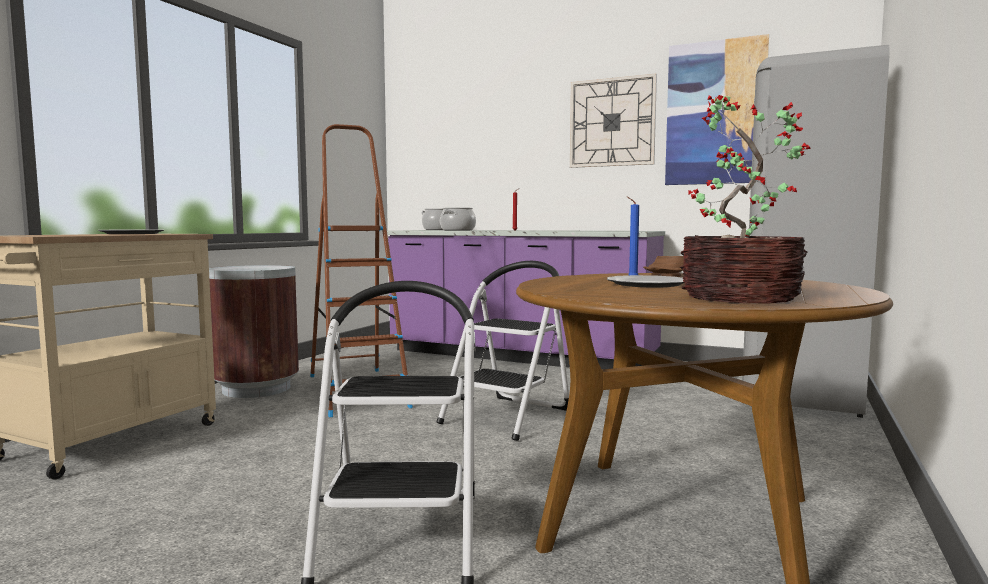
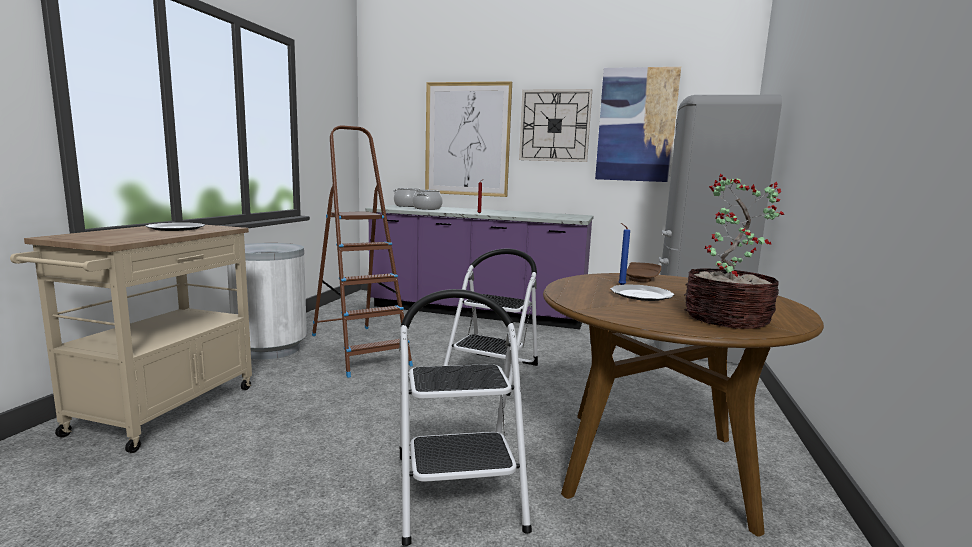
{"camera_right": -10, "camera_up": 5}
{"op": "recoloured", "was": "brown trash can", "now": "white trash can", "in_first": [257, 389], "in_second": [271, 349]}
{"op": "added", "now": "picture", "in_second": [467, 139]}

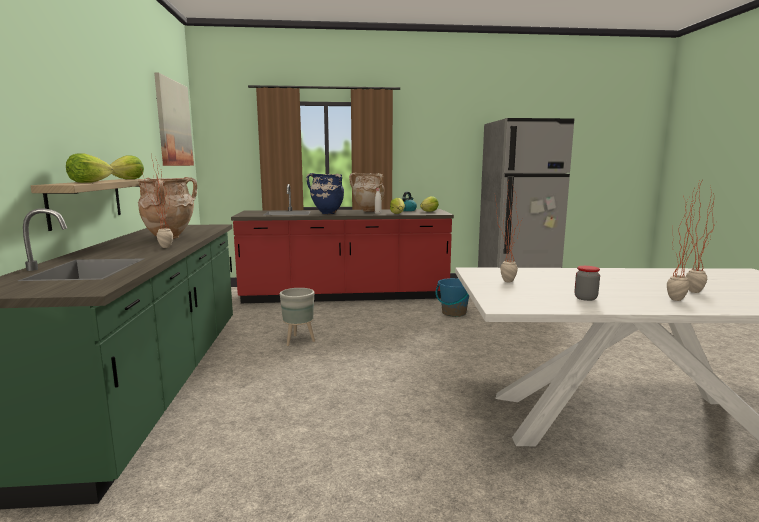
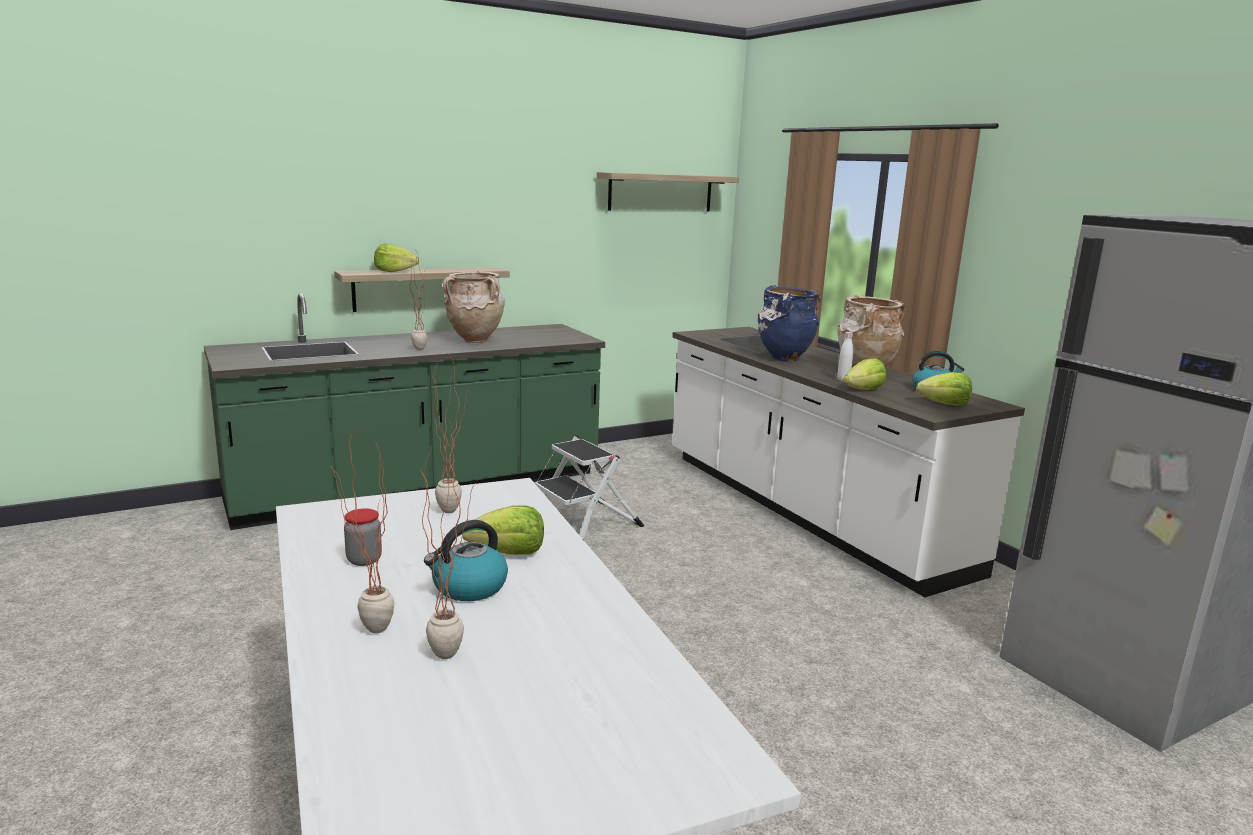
{"camera_right": 65, "camera_up": 5}
{"op": "added", "now": "kettle", "in_second": [468, 588]}
{"op": "moved", "was": "lettuce", "in_first": [128, 179], "in_second": [508, 553]}
{"op": "replaced", "was": "grey planter", "now": "step ladder", "in_first": [299, 341], "in_second": [586, 522]}
{"op": "replaced", "was": "picture", "now": "shelf", "in_first": [173, 123], "in_second": [660, 192]}
{"op": "recoloured", "was": "red counter", "now": "white counter", "in_first": [345, 296], "in_second": [805, 510]}
{"op": "removed", "was": "blue bucket", "in_first": [453, 313]}

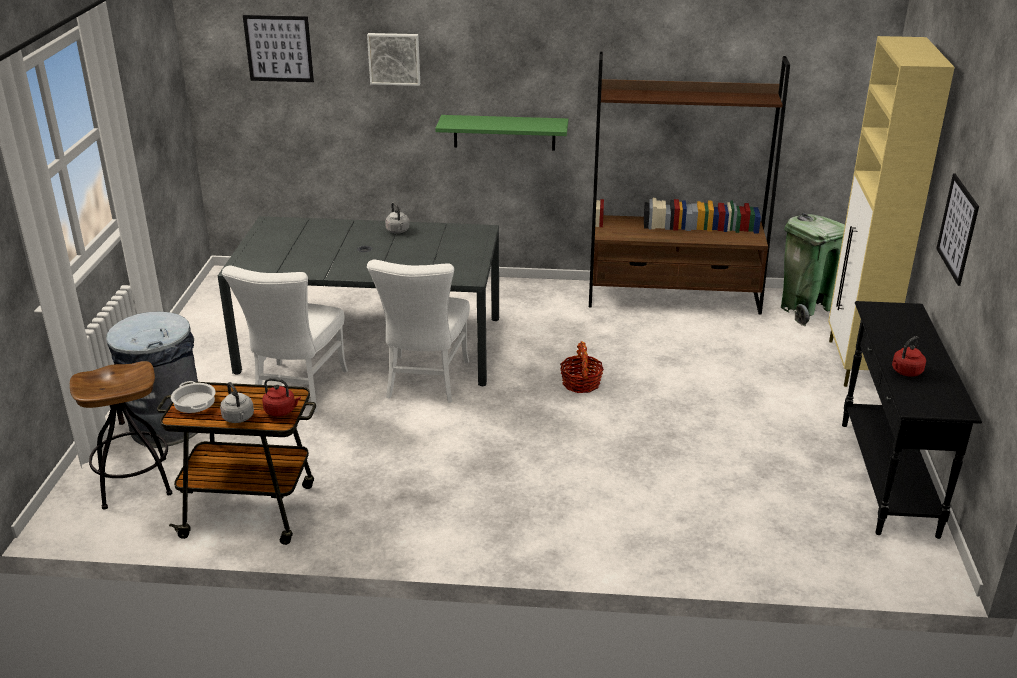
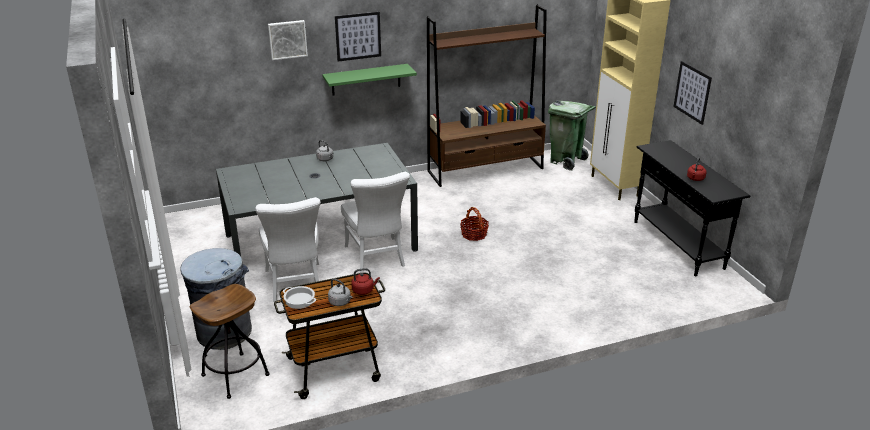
{"camera_right": -25, "camera_up": 0}
{"op": "moved", "was": "picture", "in_first": [278, 48], "in_second": [358, 36]}

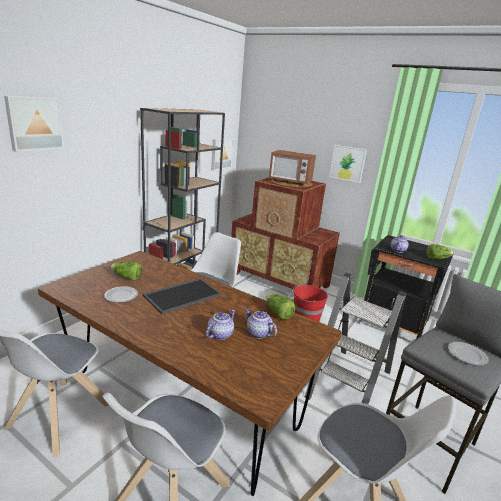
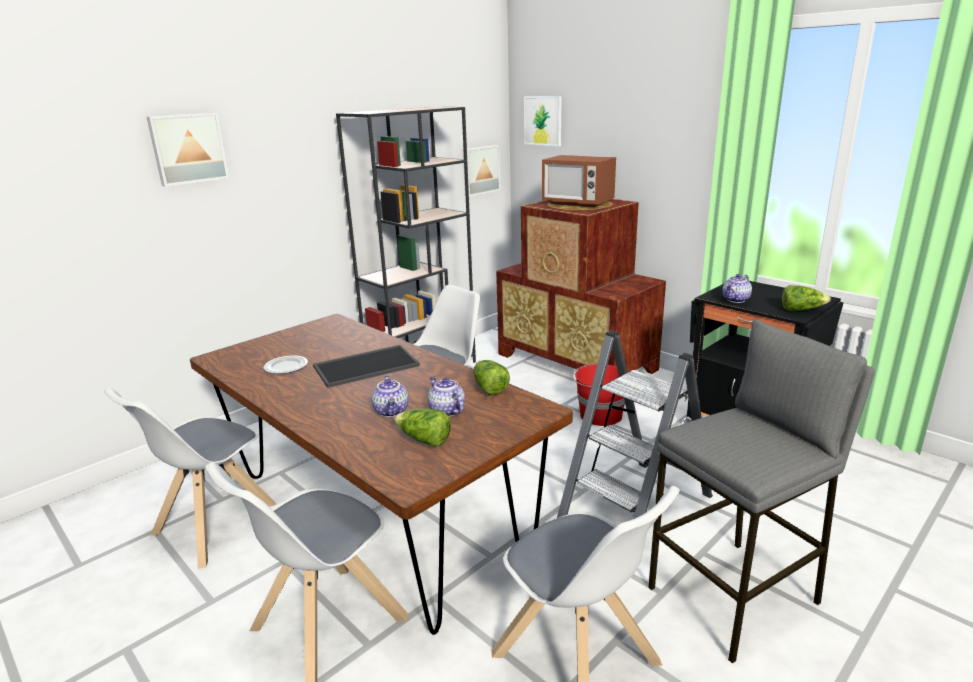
{"camera_right": 15, "camera_up": 0}
{"op": "turned", "was": "teapot", "in_first": [219, 334], "in_second": [392, 411], "clockwise": 120}
{"op": "moved", "was": "lettuce", "in_first": [126, 278], "in_second": [424, 440]}
{"op": "moved", "was": "picture", "in_first": [347, 163], "in_second": [543, 120]}
{"op": "removed", "was": "plate", "in_first": [466, 355]}

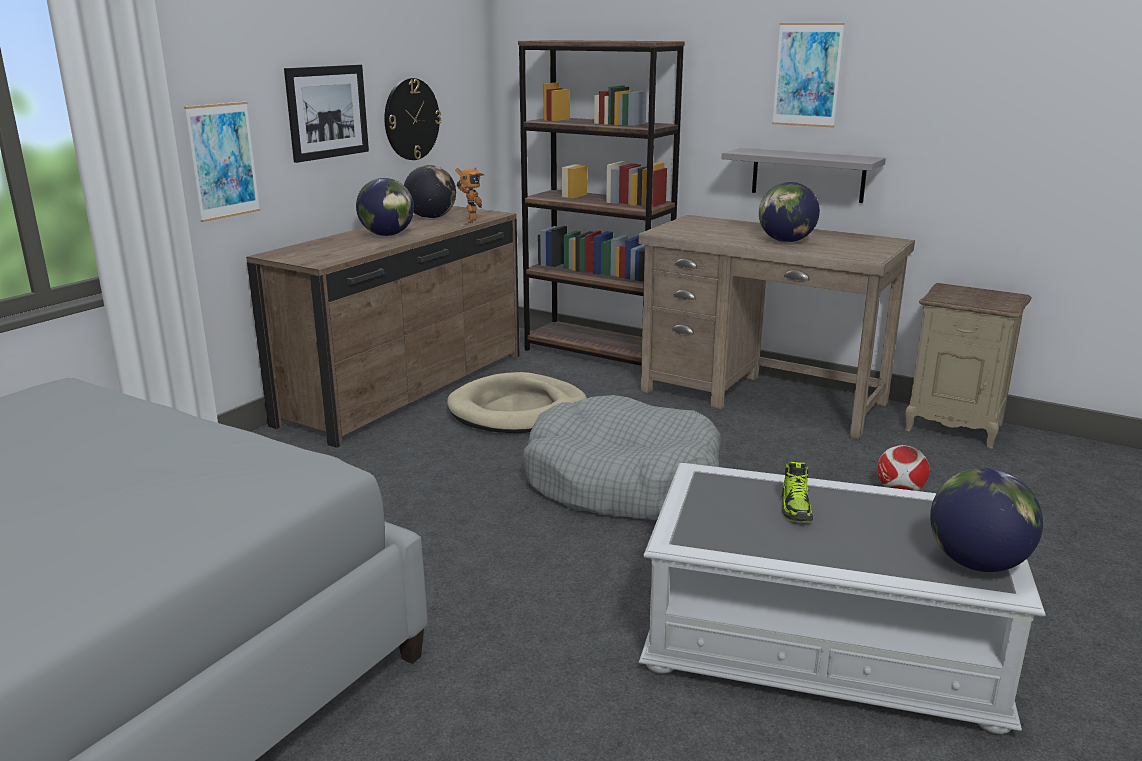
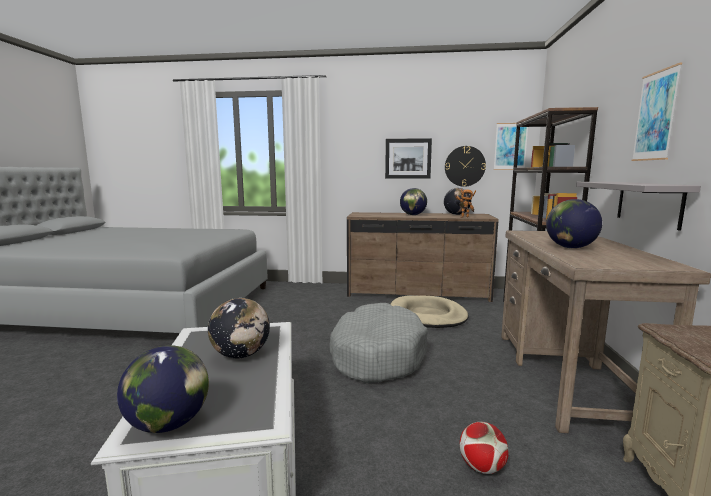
{"camera_right": 65, "camera_up": -10}
{"op": "replaced", "was": "shoe", "now": "globe", "in_first": [795, 509], "in_second": [241, 355]}
{"op": "moved", "was": "picture", "in_first": [223, 161], "in_second": [510, 146]}

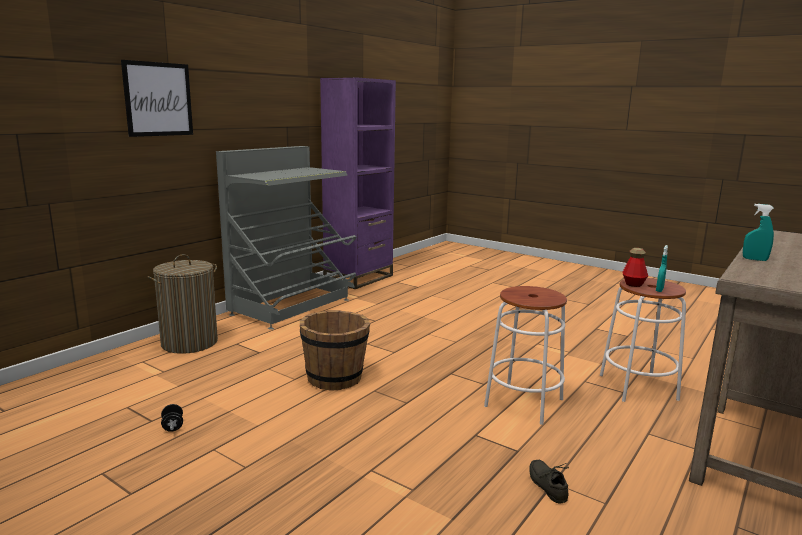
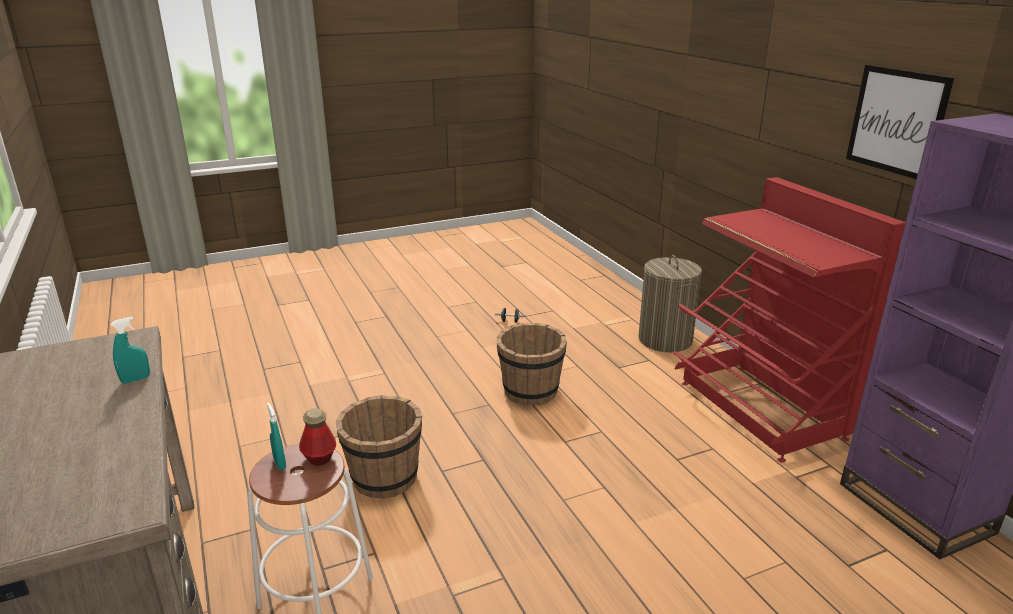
{"camera_right": 120, "camera_up": 10}
{"op": "replaced", "was": "white stool", "now": "brown bucket", "in_first": [524, 402], "in_second": [384, 478]}
{"op": "recoloured", "was": "grey shoe rack", "now": "red shoe rack", "in_first": [294, 308], "in_second": [755, 411]}
{"op": "moved", "was": "picture", "in_first": [158, 99], "in_second": [896, 121]}
{"op": "removed", "was": "grey shoe", "in_first": [549, 485]}

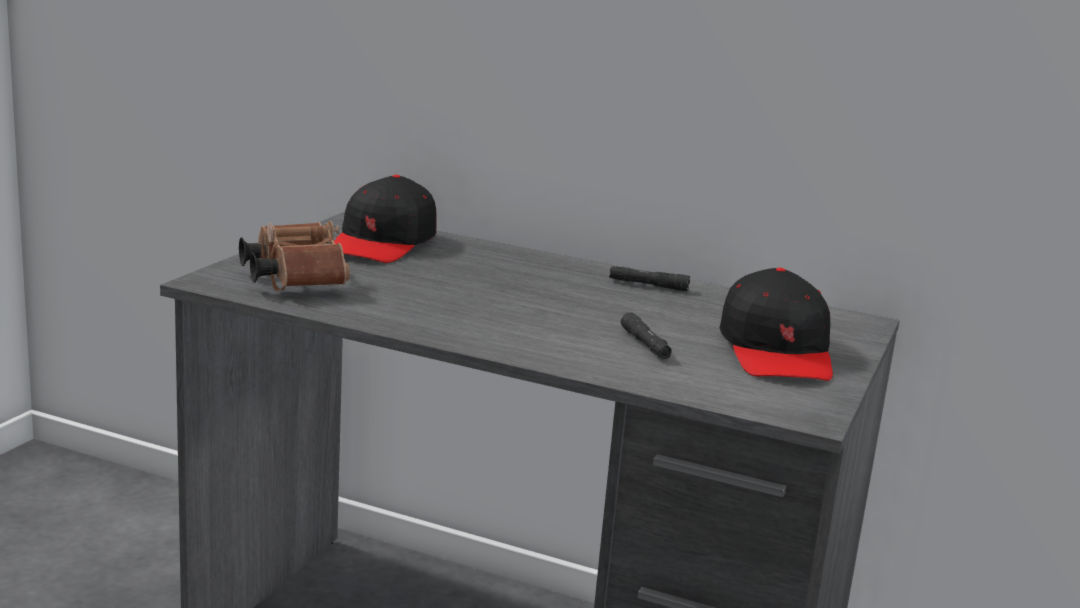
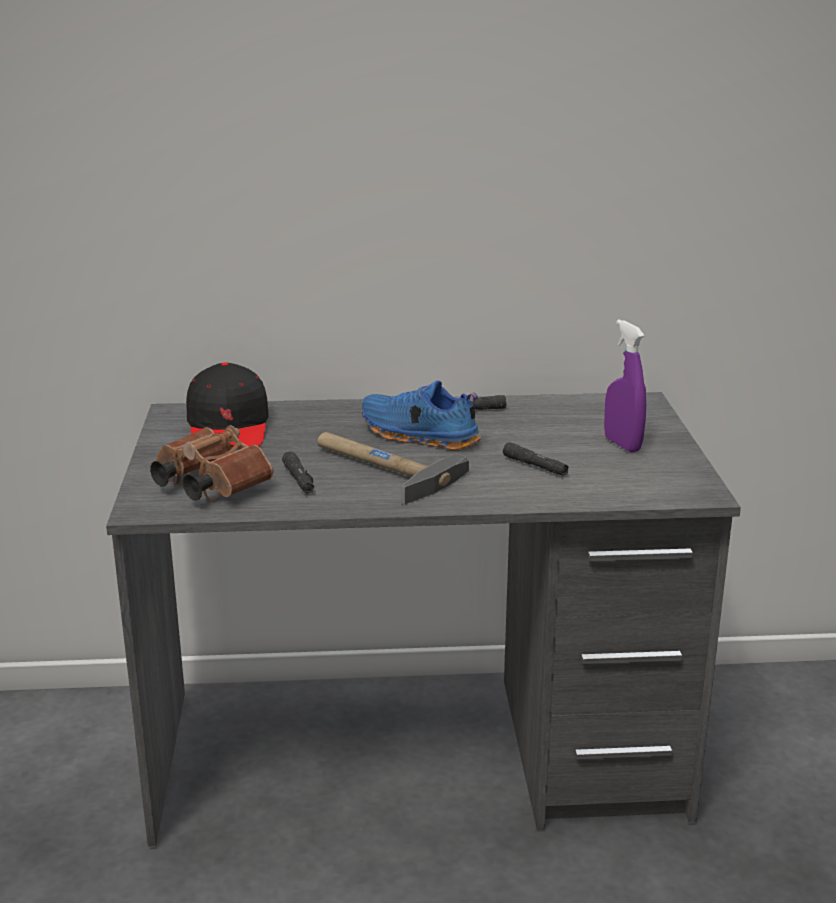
{"camera_right": -25, "camera_up": 5}
{"op": "added", "now": "black flashlight", "in_second": [299, 480]}
{"op": "added", "now": "hammer", "in_second": [378, 468]}
{"op": "added", "now": "blue shoe", "in_second": [418, 436]}
{"op": "replaced", "was": "black cap", "now": "purple spray bottle", "in_first": [777, 351], "in_second": [622, 444]}

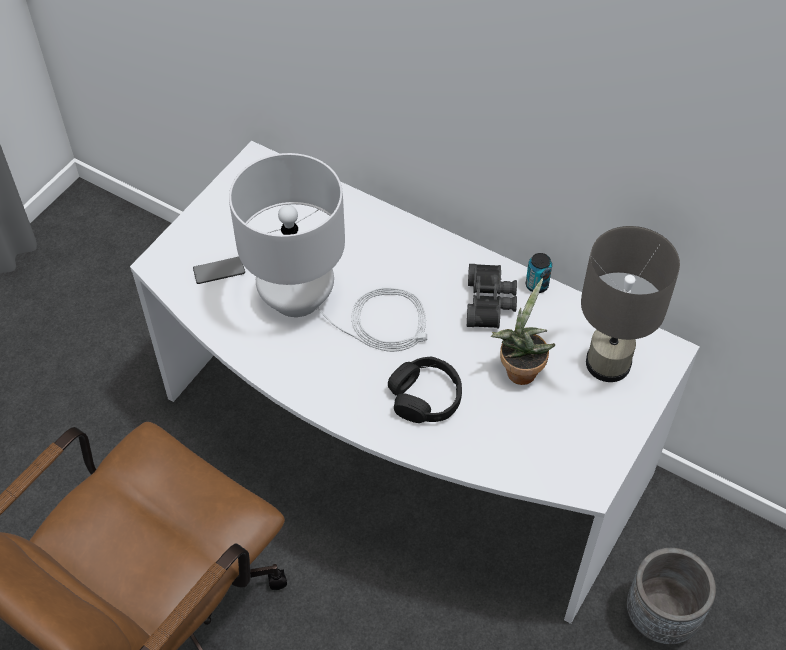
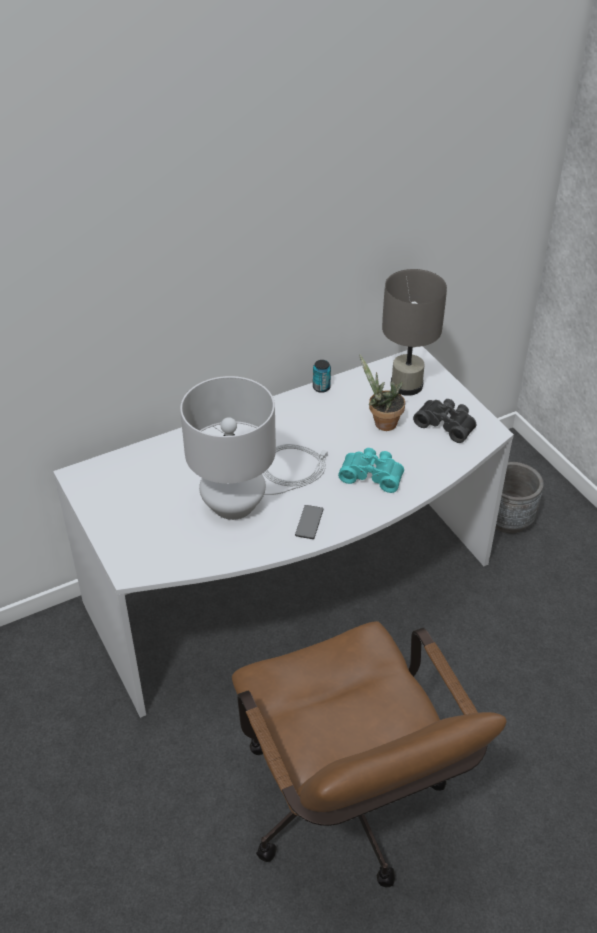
{"camera_right": -60, "camera_up": -10}
{"op": "moved", "was": "phone", "in_first": [219, 271], "in_second": [309, 522]}
{"op": "replaced", "was": "black headphones", "now": "turquoise binoculars", "in_first": [425, 397], "in_second": [372, 475]}
{"op": "moved", "was": "black binoculars", "in_first": [491, 302], "in_second": [446, 424]}

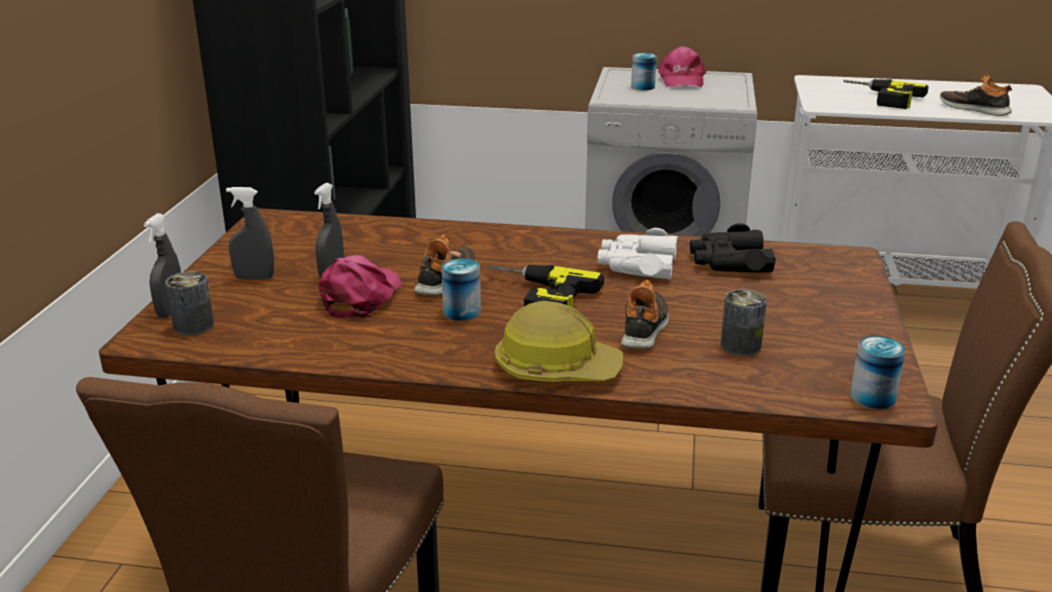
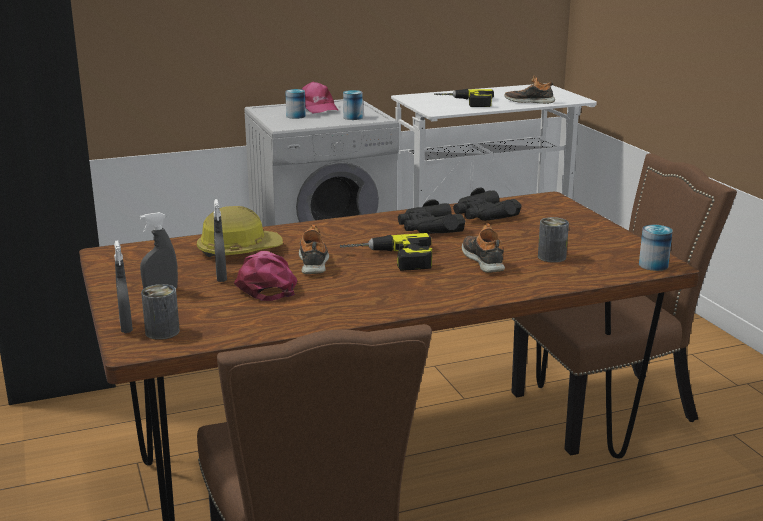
{"camera_right": -30, "camera_up": -5}
{"op": "moved", "was": "hard hat", "in_first": [556, 368], "in_second": [239, 250]}
{"op": "moved", "was": "can", "in_first": [462, 312], "in_second": [353, 117]}
{"op": "recoloured", "was": "white binoculars", "now": "black binoculars", "in_first": [637, 265], "in_second": [429, 228]}

